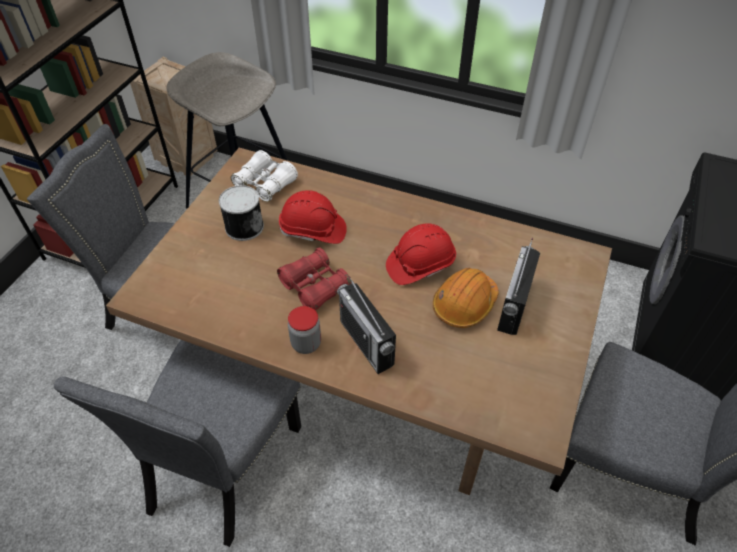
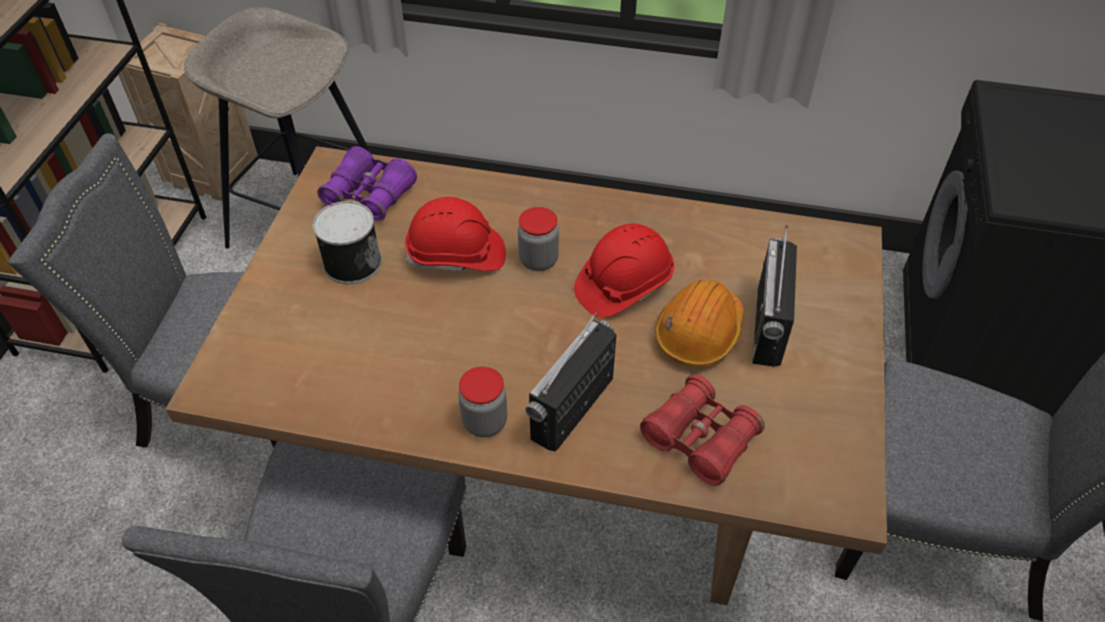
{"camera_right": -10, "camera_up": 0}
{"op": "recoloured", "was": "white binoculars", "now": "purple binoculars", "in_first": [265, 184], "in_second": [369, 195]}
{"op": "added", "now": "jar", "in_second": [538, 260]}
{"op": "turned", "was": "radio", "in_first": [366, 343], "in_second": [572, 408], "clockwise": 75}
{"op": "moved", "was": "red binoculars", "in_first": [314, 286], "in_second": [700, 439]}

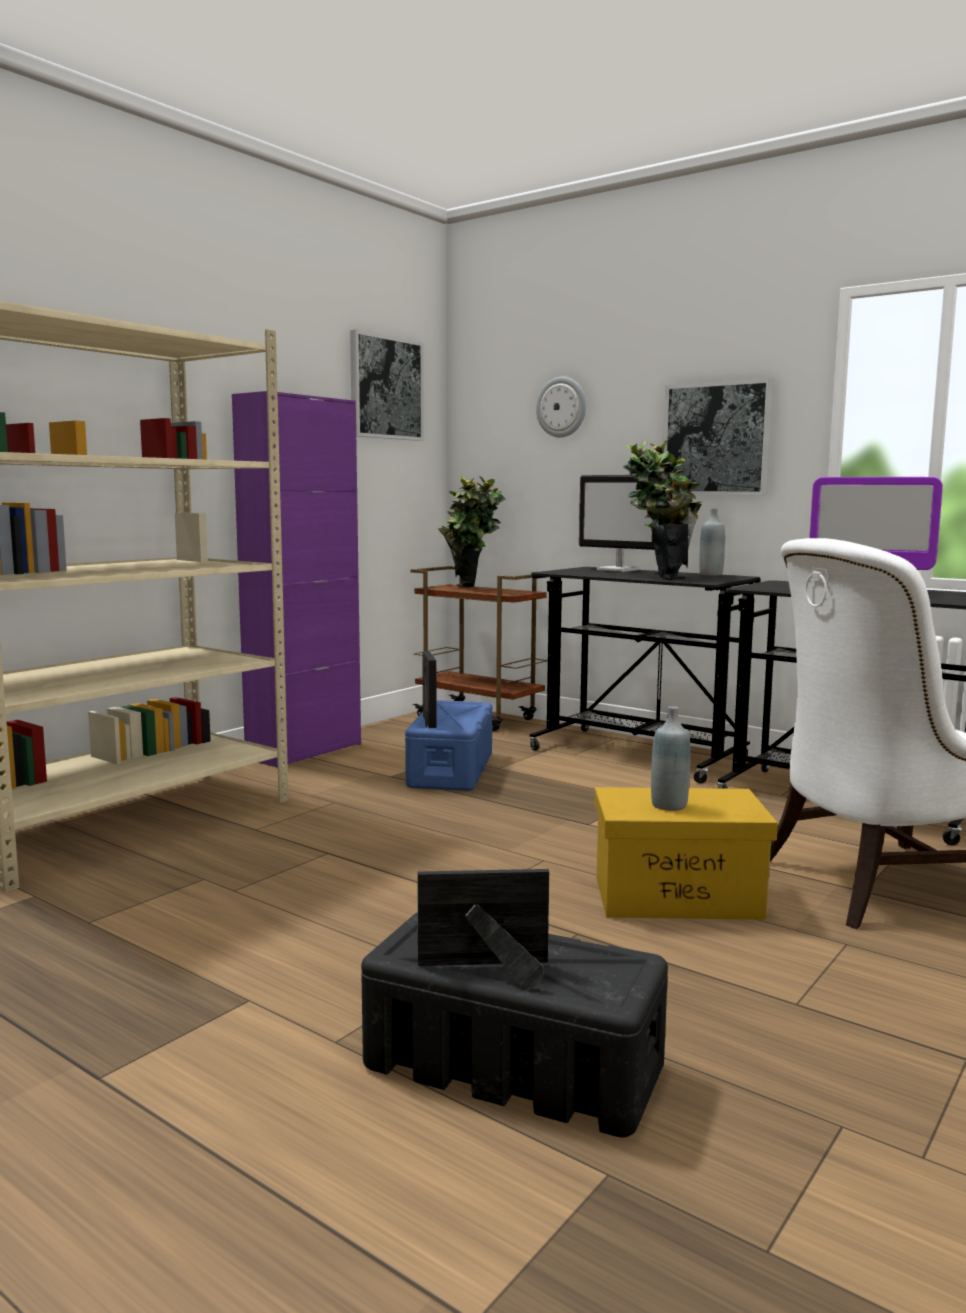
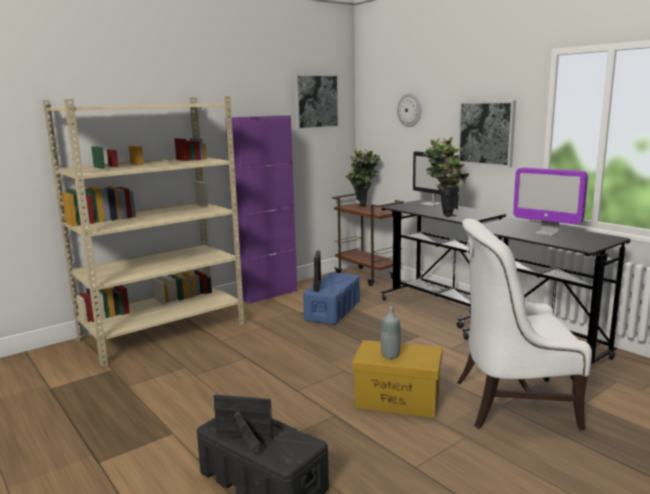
{"camera_right": 15, "camera_up": 5}
{"op": "removed", "was": "grey bottle", "in_first": [711, 574]}

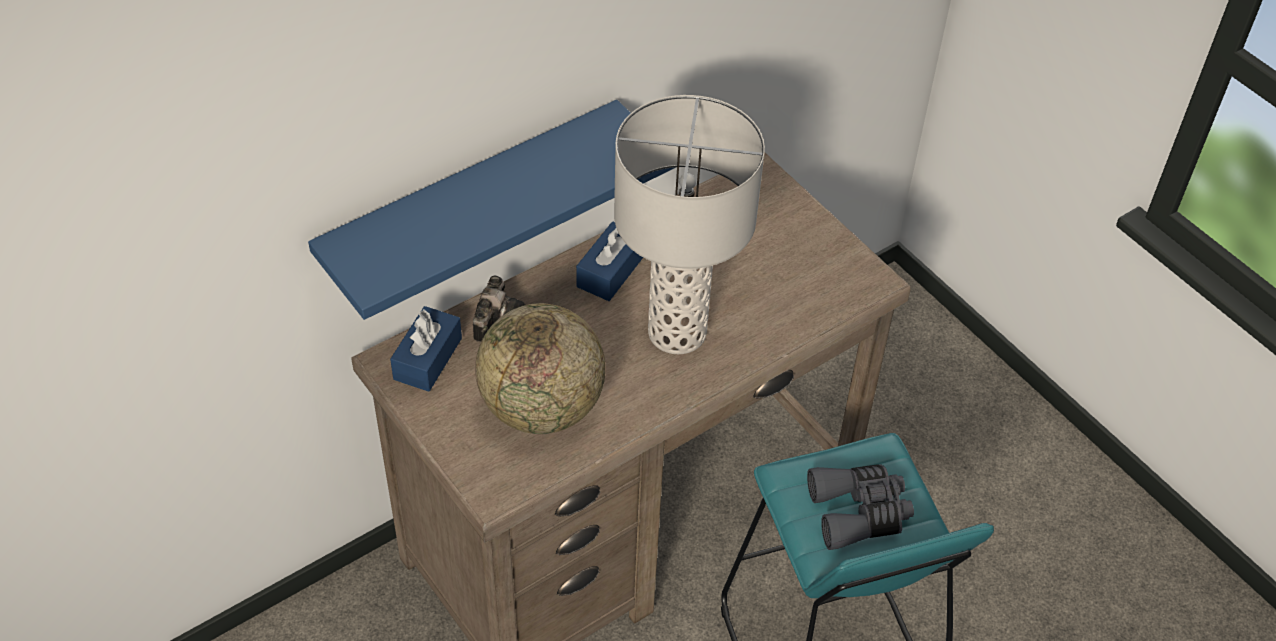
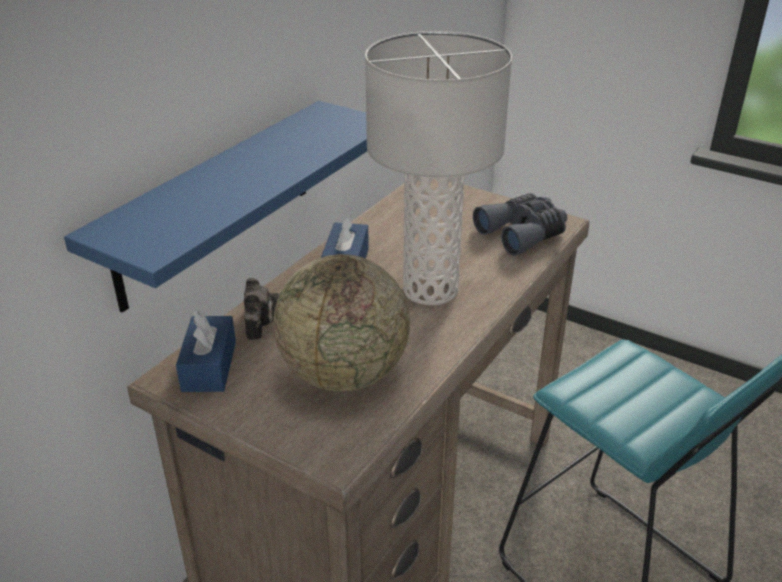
{"camera_right": -20, "camera_up": -15}
{"op": "moved", "was": "grey binoculars", "in_first": [859, 512], "in_second": [523, 233]}

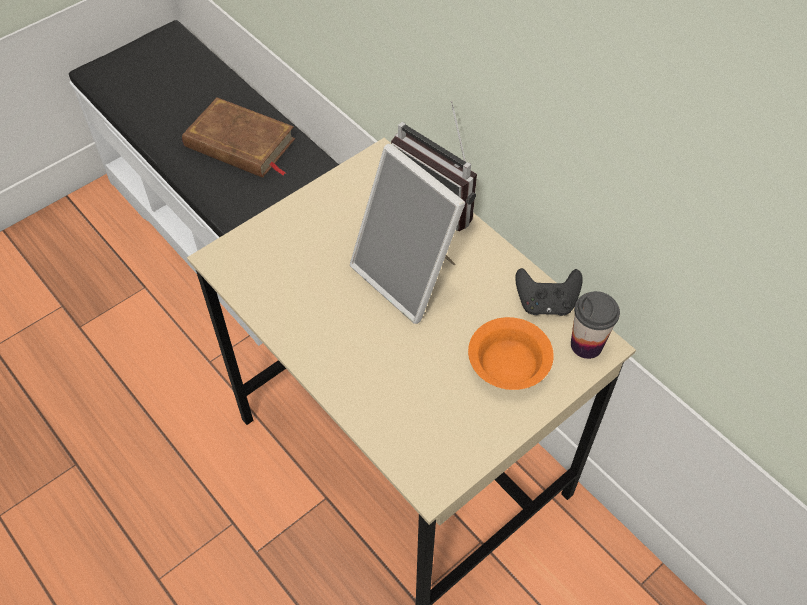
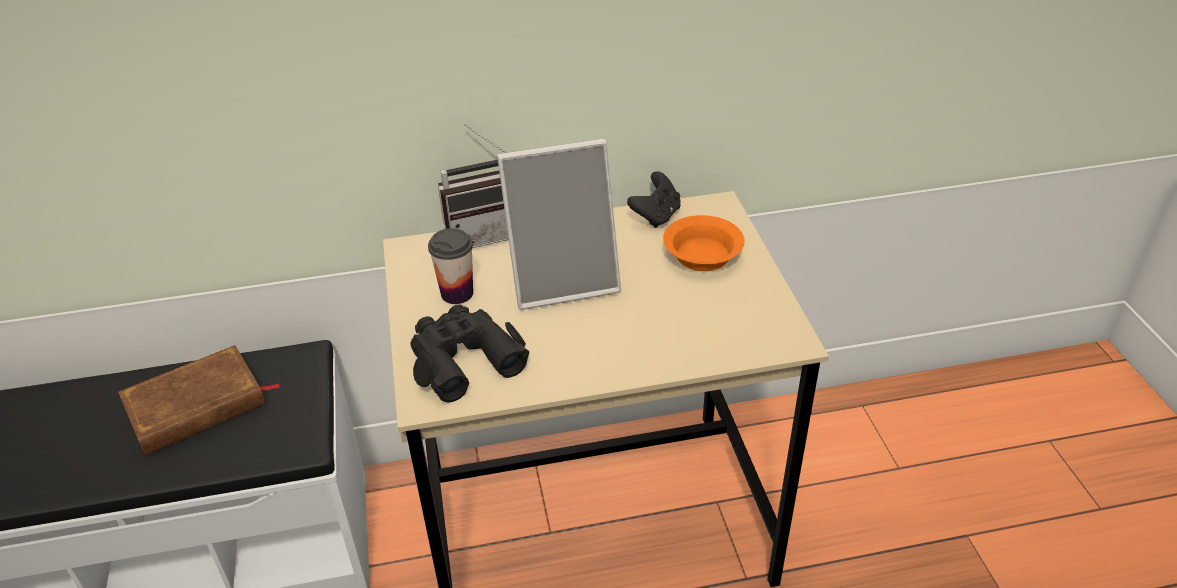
{"camera_right": -60, "camera_up": -15}
{"op": "added", "now": "black binoculars", "in_second": [463, 359]}
{"op": "moved", "was": "cup", "in_first": [586, 345], "in_second": [457, 293]}

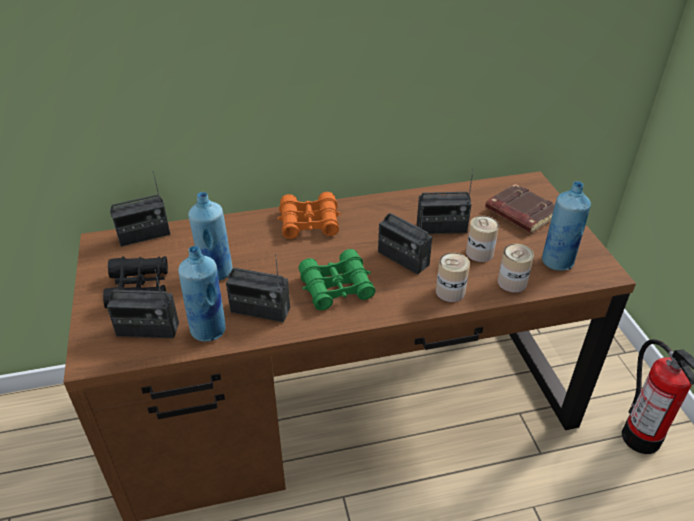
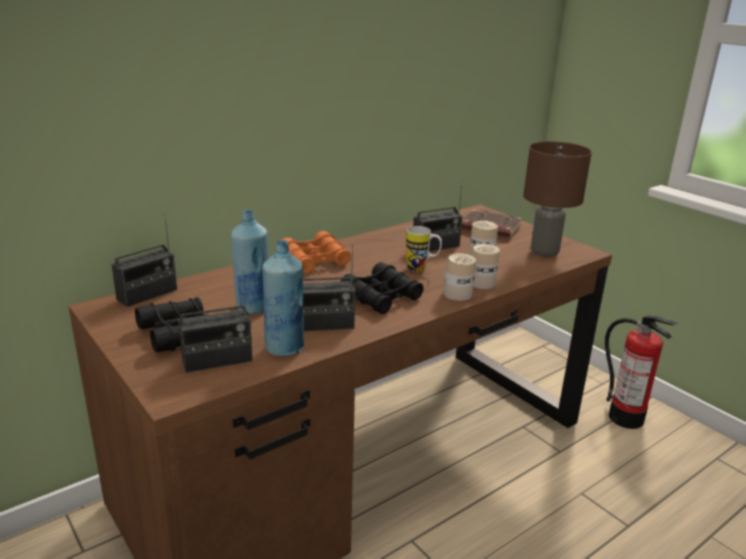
{"camera_right": -25, "camera_up": -15}
{"op": "recoloured", "was": "green binoculars", "now": "black binoculars", "in_first": [336, 287], "in_second": [381, 297]}
{"op": "replaced", "was": "radio", "now": "mug", "in_first": [403, 258], "in_second": [422, 270]}
{"op": "moved", "was": "can", "in_first": [512, 282], "in_second": [458, 294]}
{"op": "replaced", "was": "blue bottle", "now": "brown table lamp", "in_first": [557, 262], "in_second": [545, 252]}

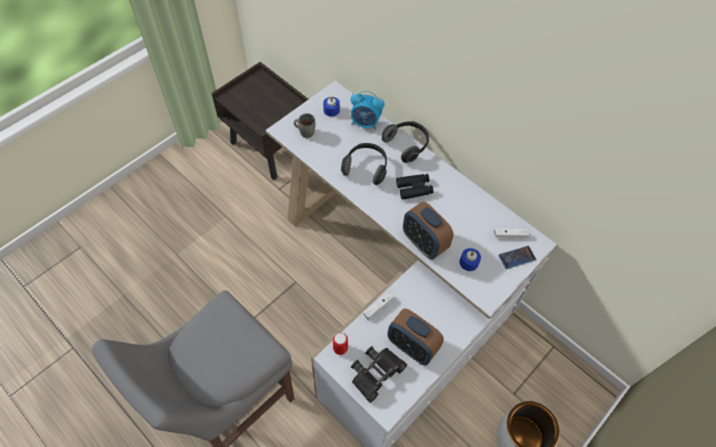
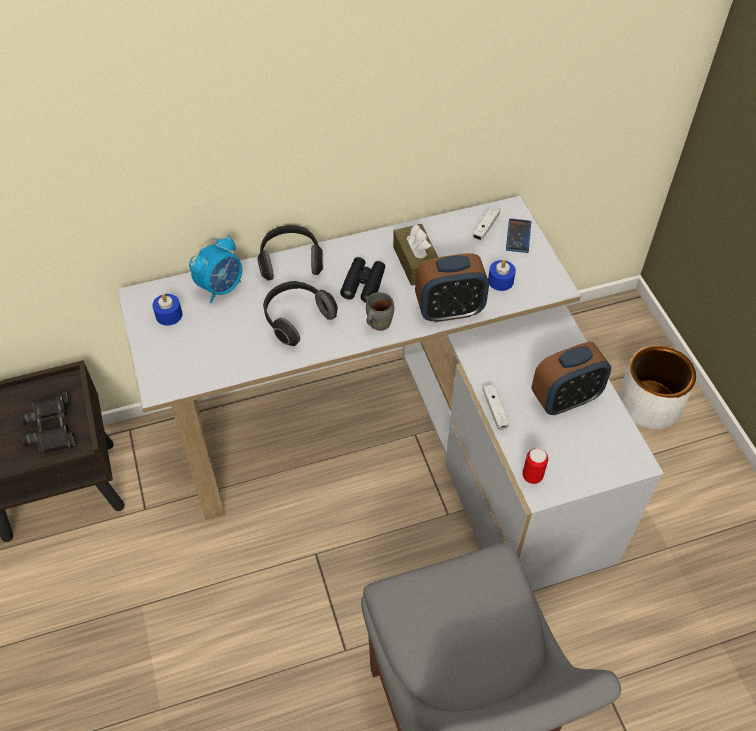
{"camera_right": -60, "camera_up": -5}
{"op": "moved", "was": "black binoculars", "in_first": [376, 373], "in_second": [52, 427]}
{"op": "moved", "was": "grey mug", "in_first": [306, 132], "in_second": [377, 323]}
{"op": "added", "now": "brown tissue box", "in_second": [416, 262]}

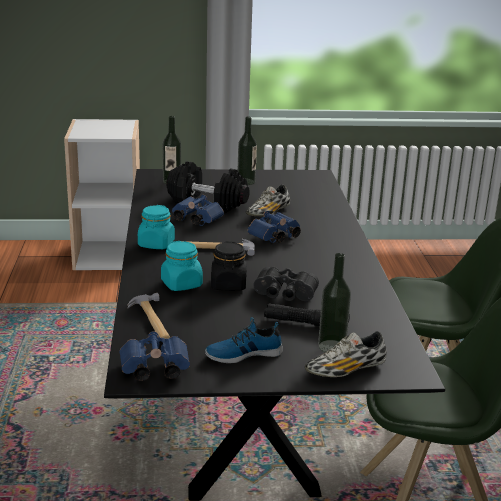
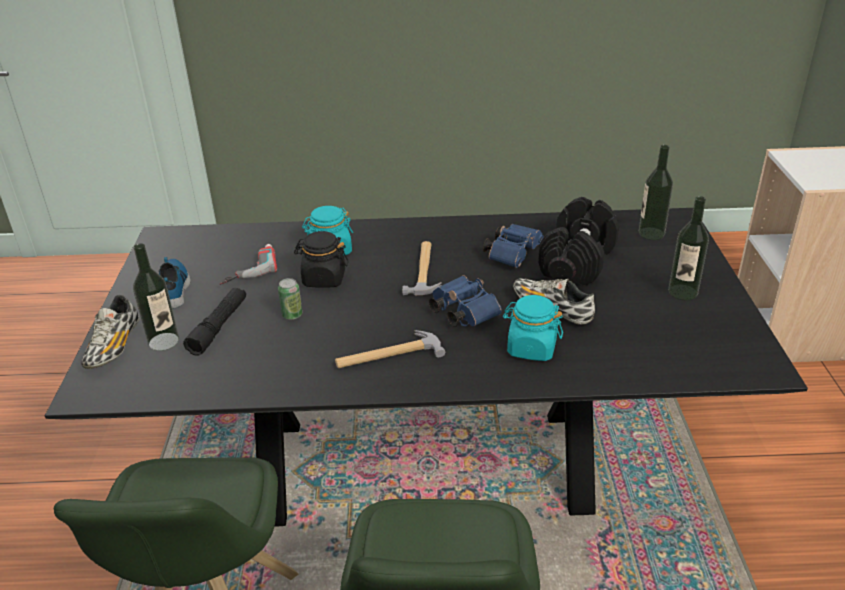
{"camera_right": 95, "camera_up": 10}
{"op": "turned", "was": "shoe", "in_first": [345, 370], "in_second": [114, 347], "clockwise": -150}
{"op": "added", "now": "power drill", "in_second": [248, 268]}
{"op": "replaced", "was": "black binoculars", "now": "can", "in_first": [284, 295], "in_second": [292, 315]}
{"op": "moved", "was": "hammer", "in_first": [152, 320], "in_second": [388, 355]}
{"op": "moved", "was": "turquoise jar", "in_first": [156, 244], "in_second": [531, 348]}
{"op": "removed", "was": "blue binoculars", "in_first": [153, 370]}

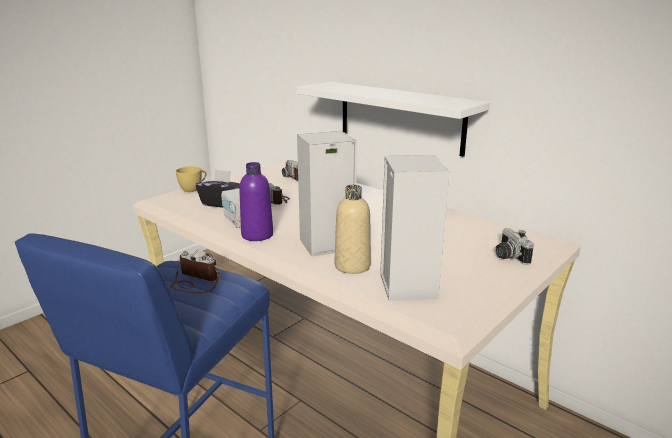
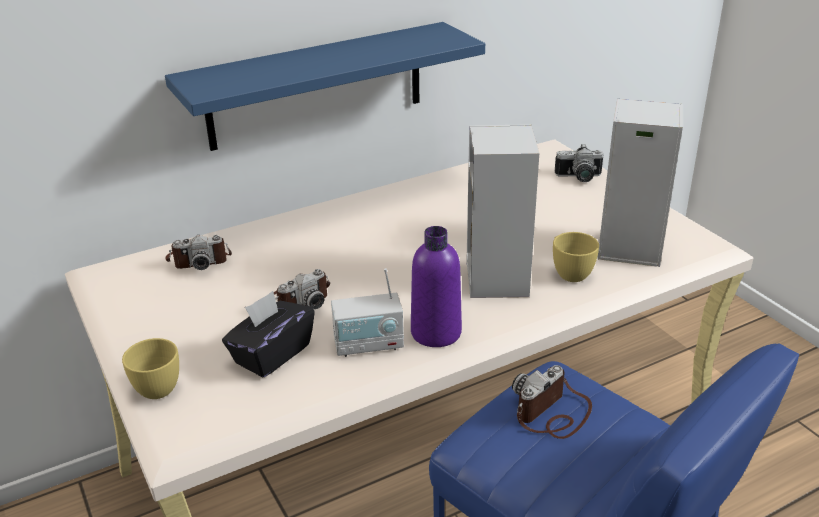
{"camera_right": -70, "camera_up": 10}
{"op": "recoloured", "was": "white shelf", "now": "blue shelf", "in_first": [400, 117], "in_second": [316, 86]}
{"op": "replaced", "was": "beige bottle", "now": "yellow cup", "in_first": [352, 266], "in_second": [569, 272]}

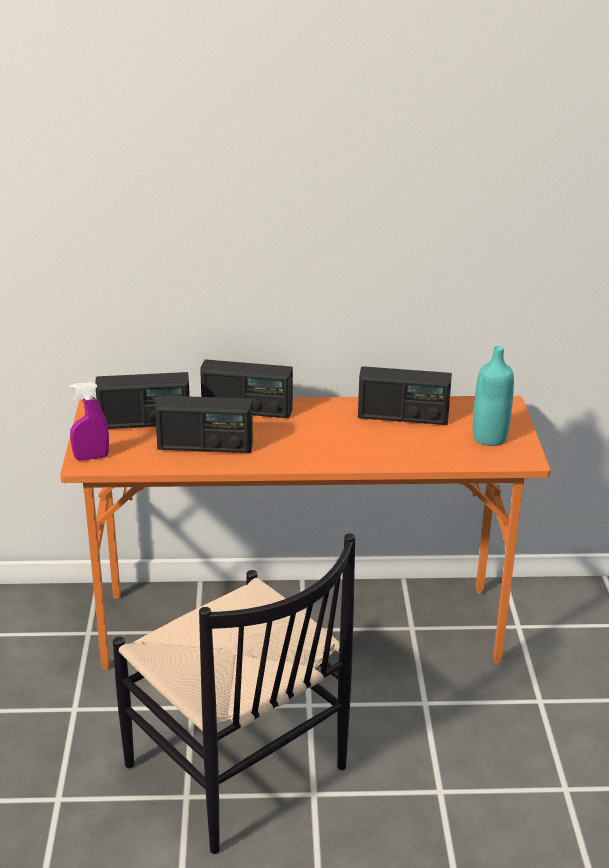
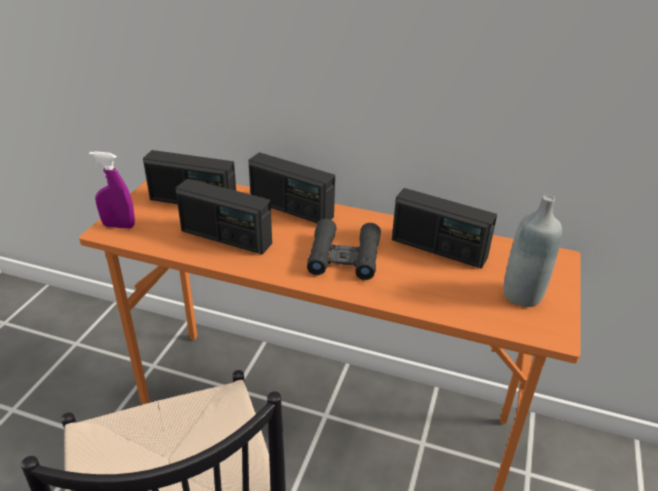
{"camera_right": 20, "camera_up": 5}
{"op": "added", "now": "black binoculars", "in_second": [344, 257]}
{"op": "recoloured", "was": "turquoise bottle", "now": "grey bottle", "in_first": [489, 438], "in_second": [522, 295]}

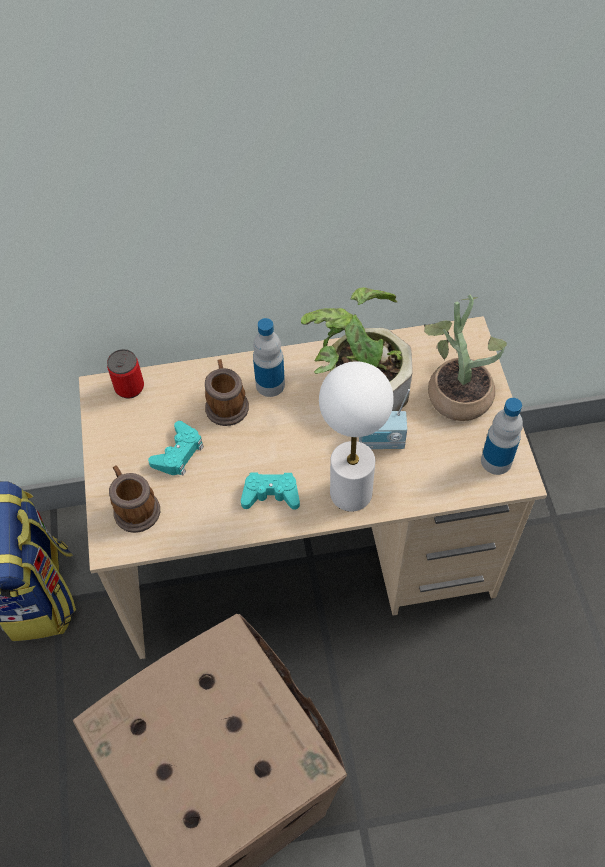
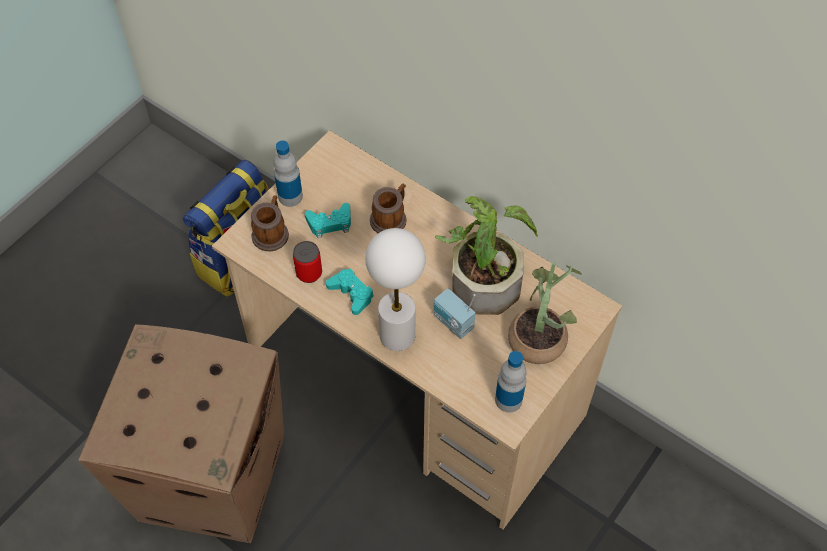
{"camera_right": 45, "camera_up": 0}
{"op": "moved", "was": "bottle", "in_first": [270, 384], "in_second": [290, 196]}
{"op": "moved", "was": "can", "in_first": [129, 387], "in_second": [309, 273]}

